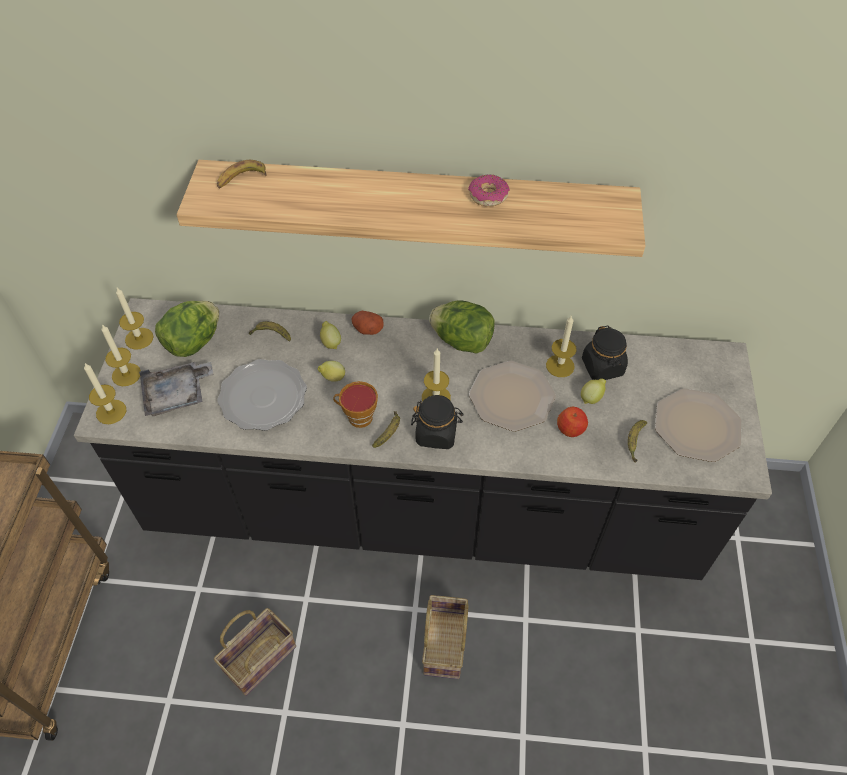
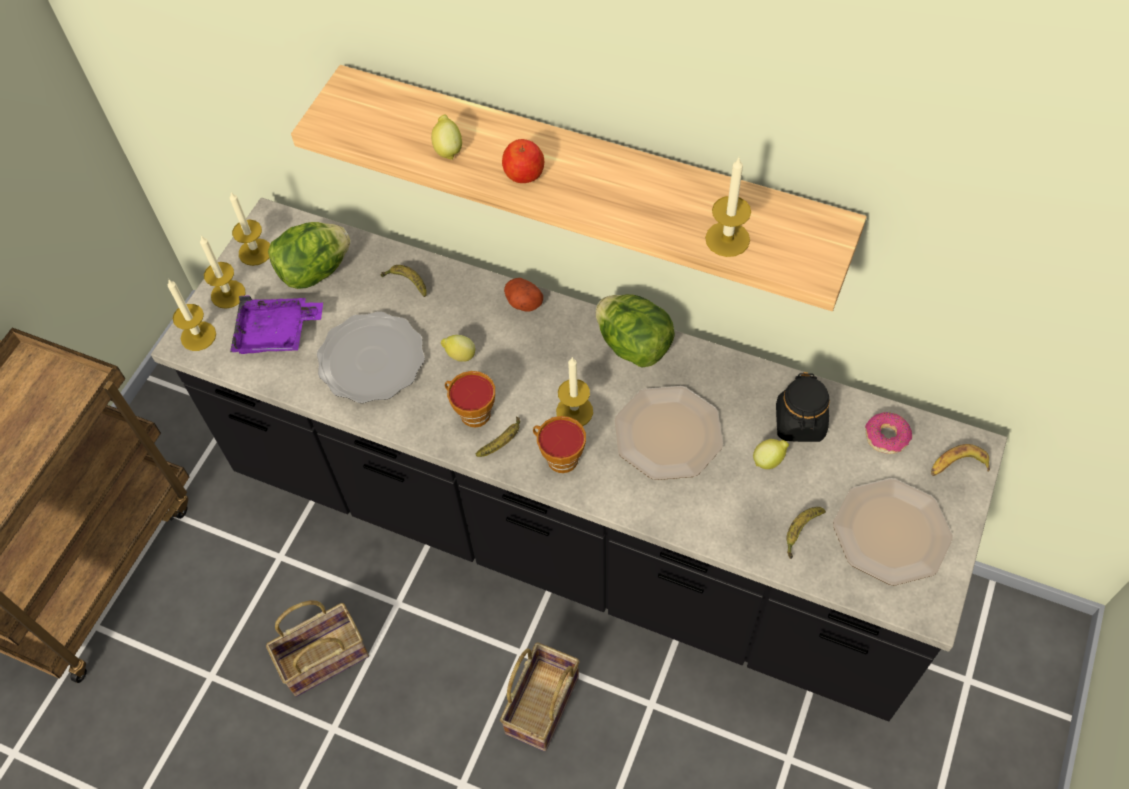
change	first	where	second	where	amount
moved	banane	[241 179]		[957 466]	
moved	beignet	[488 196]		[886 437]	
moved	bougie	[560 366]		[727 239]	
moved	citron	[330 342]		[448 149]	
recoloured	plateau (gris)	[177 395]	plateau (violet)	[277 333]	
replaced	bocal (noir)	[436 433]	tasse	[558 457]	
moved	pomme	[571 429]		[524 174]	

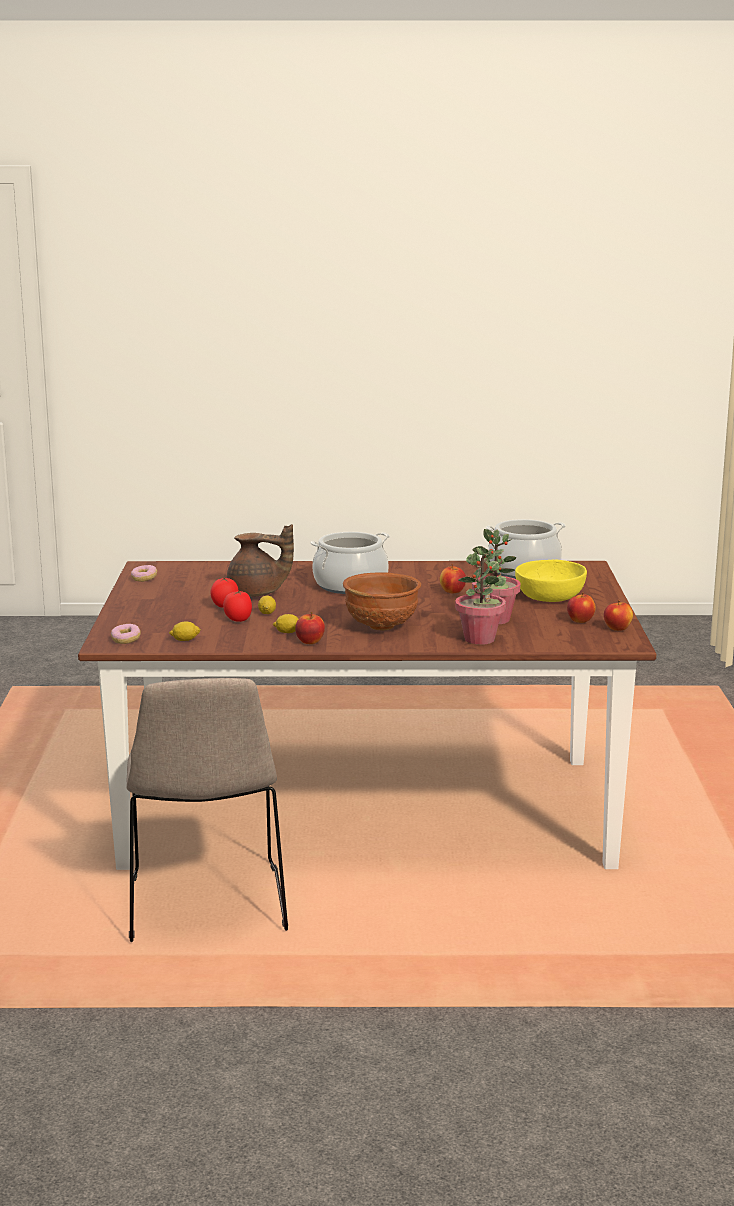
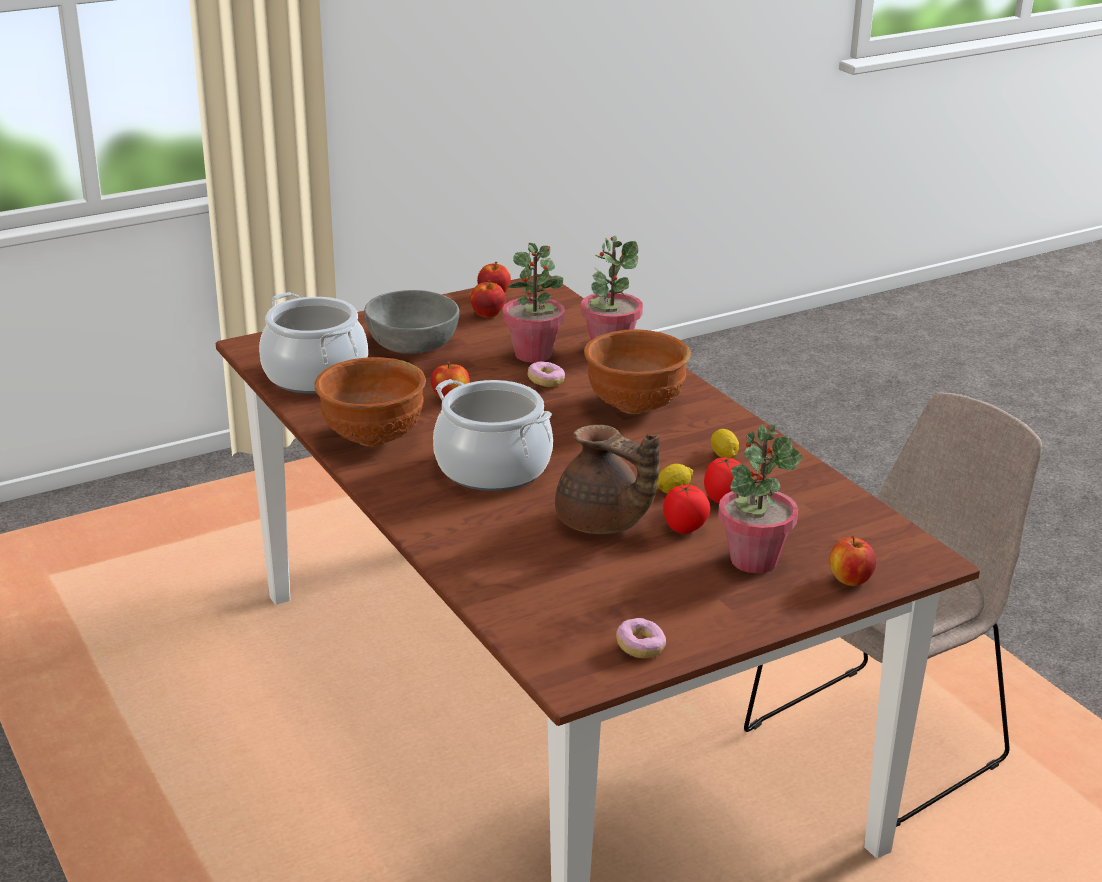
change	first	where	second	where	amount
turned	théière (marron)	[257 593]		[602 524]	150 degrees clockwise
recoloured	bol (jaune)	[549 596]	bol (gris)	[413 343]	
moved	pomme	[310 642]		[850 580]	
removed	citron	[185 640]			
moved	beignet	[126 640]		[546 382]	
added			bol (marron)	[371 438]	
added			plante en pot	[753 560]	

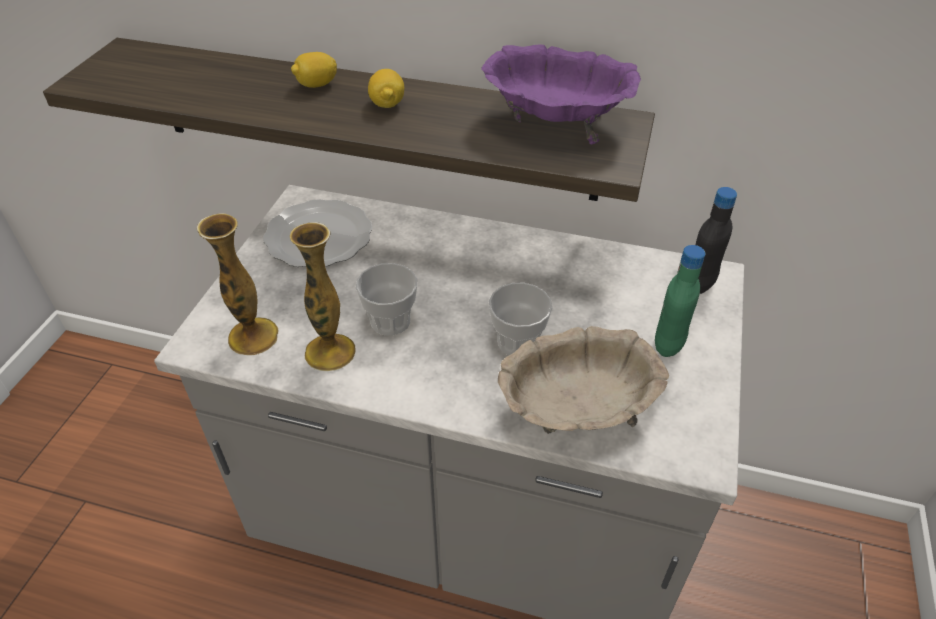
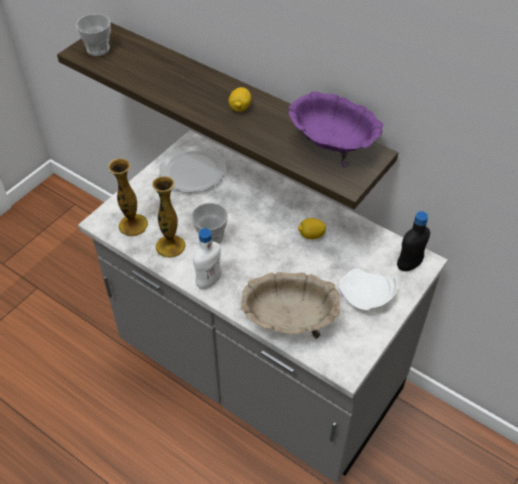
change	first	where	second	where	amount
moved	citron	[316 85]		[311 235]	
replaced	bouteille (vert)	[668 344]	assiette (blanc)	[366 297]	
moved	tasse	[517 342]		[98 49]	
added			bouteille (blanc)	[209 281]	

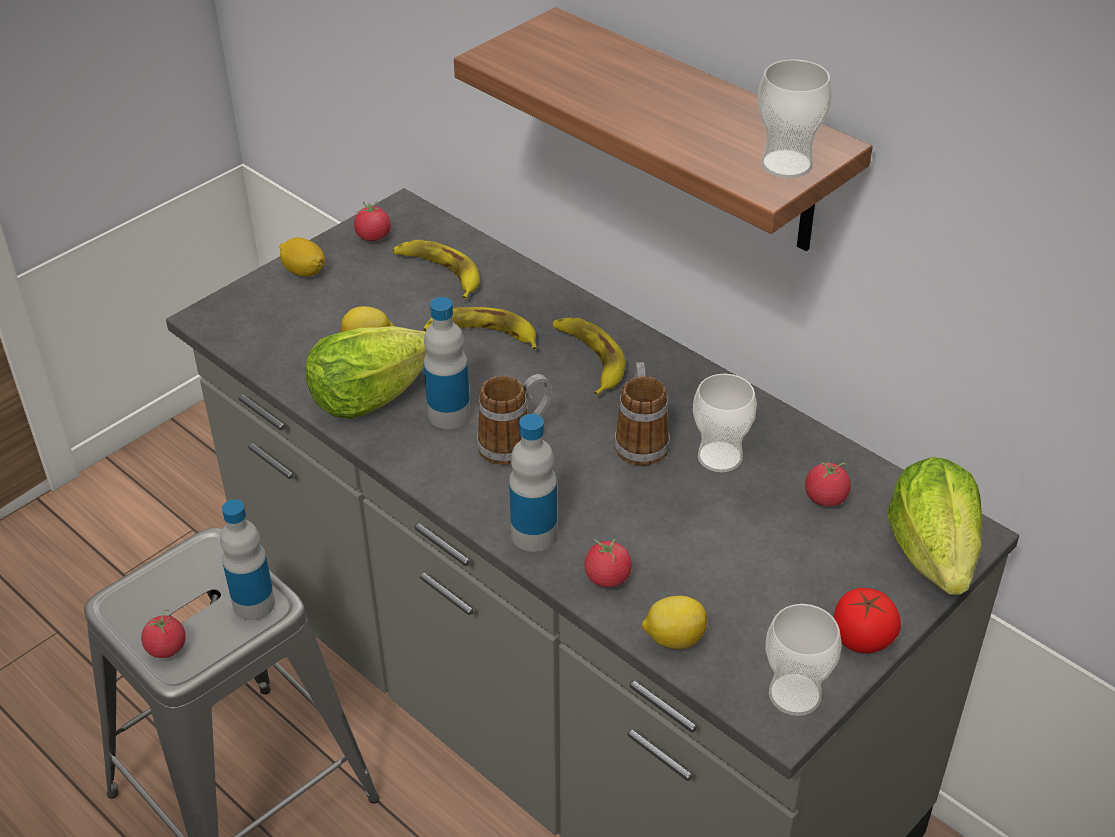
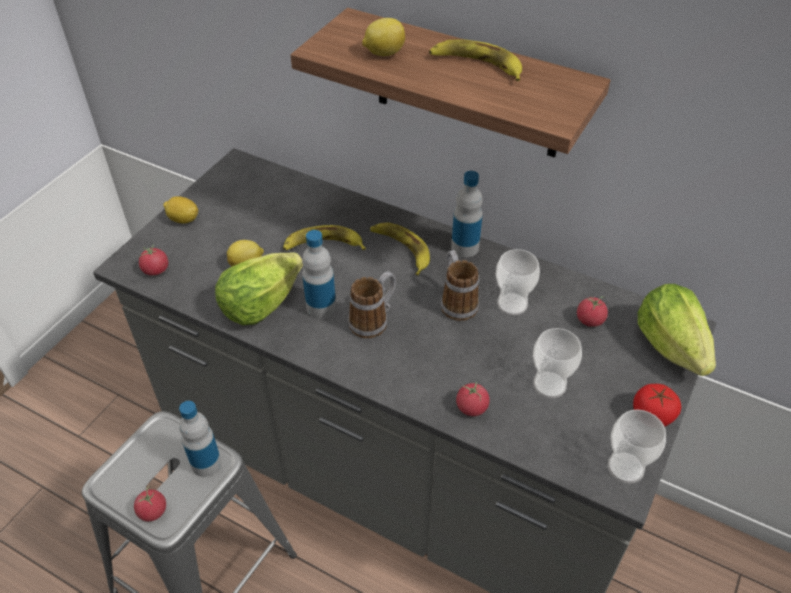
change	first	where	second	where	amount
moved	tasse	[786 164]		[549 384]	
moved	tomate	[373 236]		[156 270]	
moved	banane	[439 272]		[477 65]	
moved	bouteille	[534 534]		[465 247]	
moved	citron	[673 638]		[384 53]	

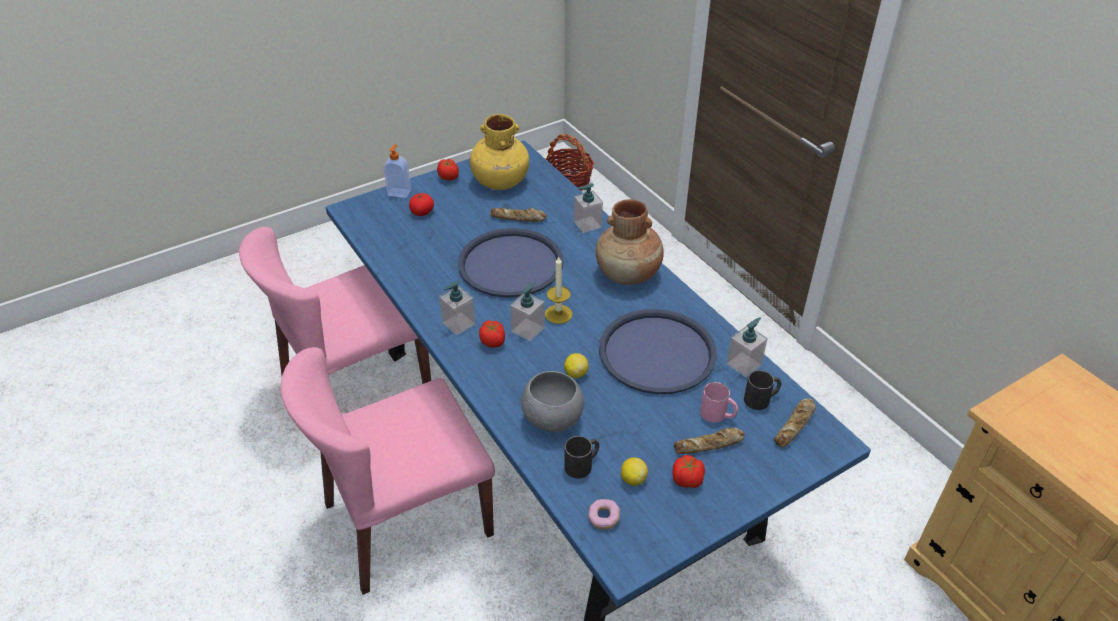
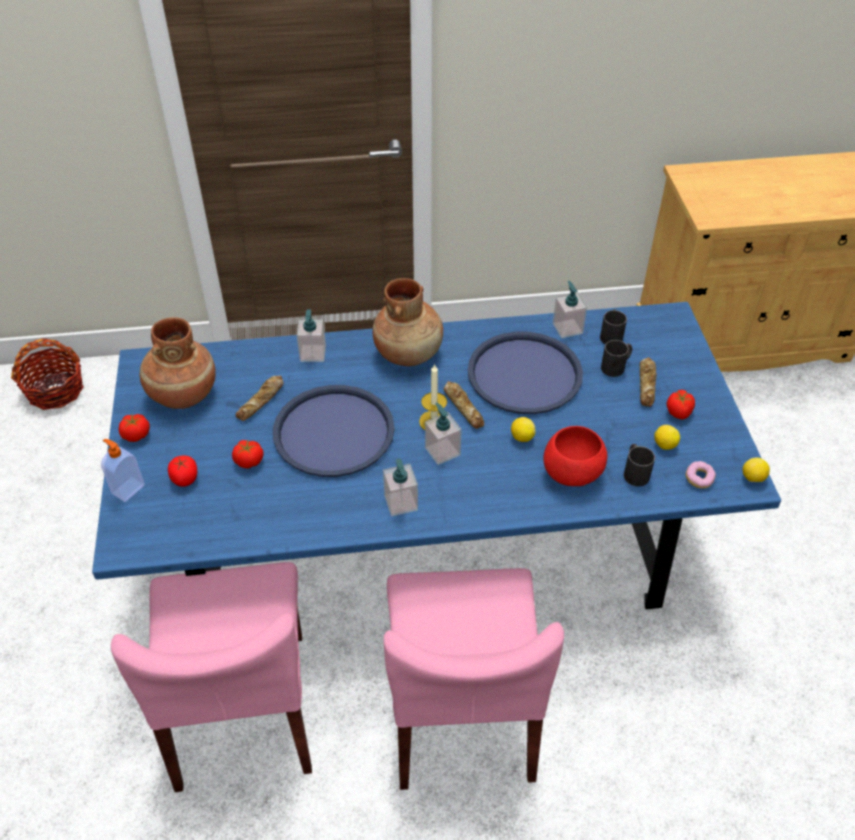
change	first	where	second	where	amount
recoloured	vase (jaune)	[500 181]	vase (marron)	[182 394]	
moved	tomate	[493 342]		[249 461]	
recoloured	bol (gris)	[552 420]	bol (rouge)	[572 474]	
recoloured	mug (rose)	[718 414]	mug (noir)	[616 366]	
moved	pain	[795 426]		[464 407]	
added			citron	[752 478]	

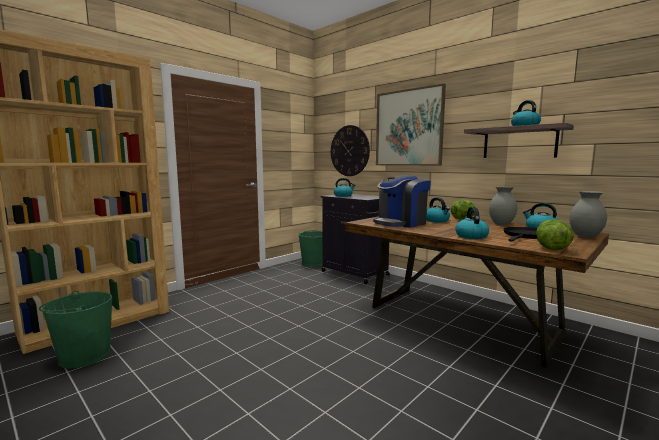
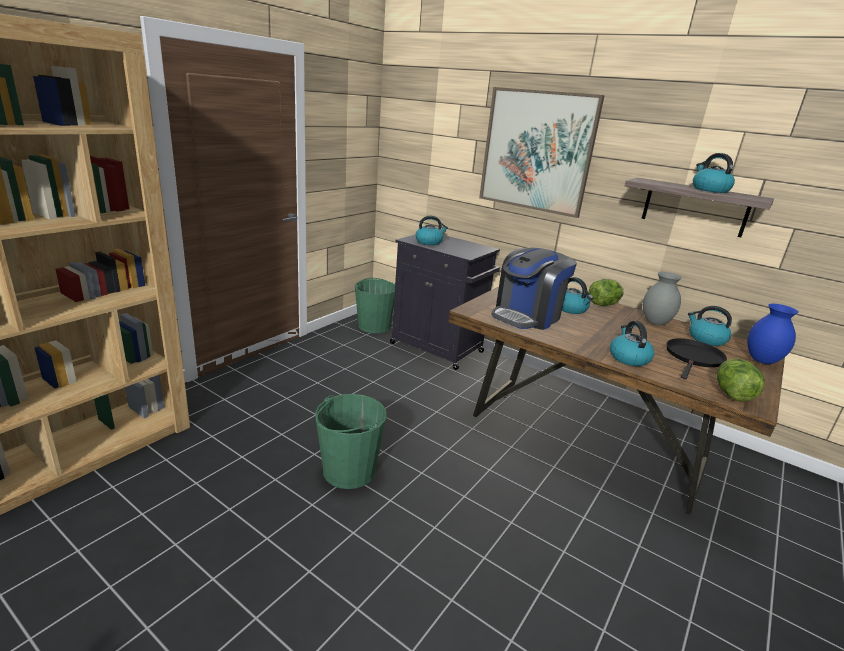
change	first	where	second	where	amount
removed	horloge murale	[349 151]			
recoloured	vase (gris)	[584 237]	vase (bleu)	[761 360]	
moved	seau (vert)	[84 356]		[348 470]	

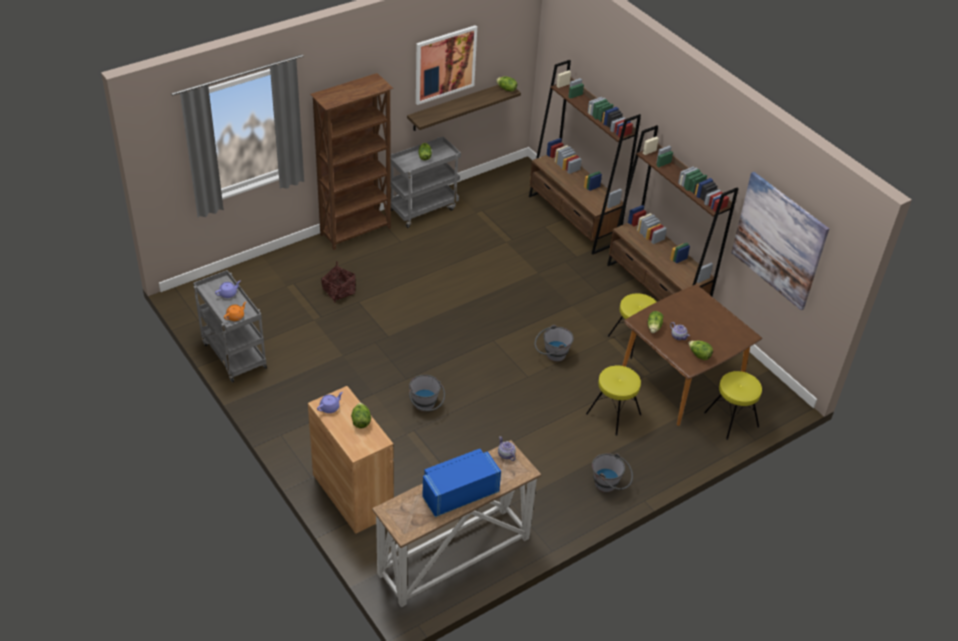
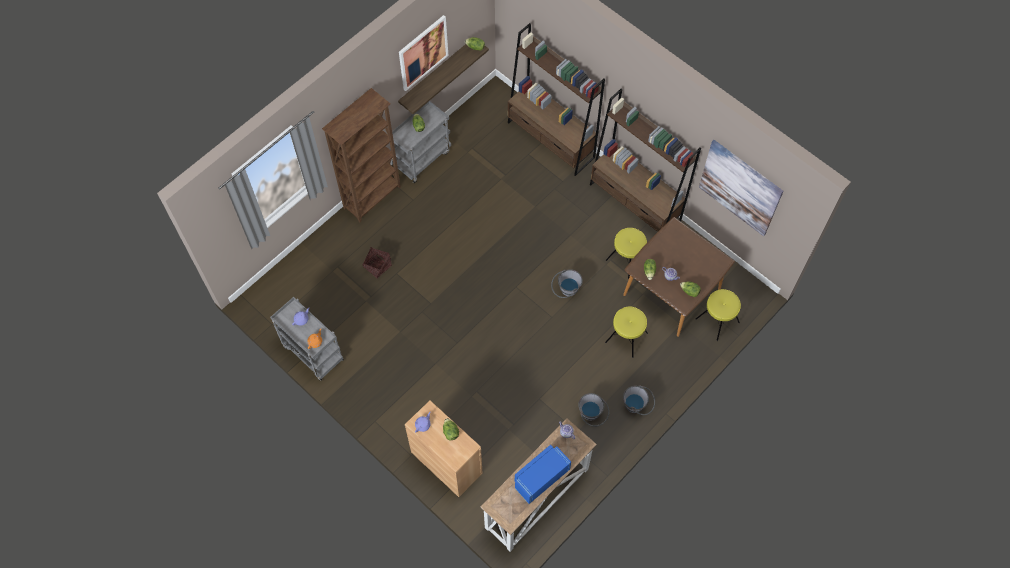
change	first	where	second	where	amount
moved	seau (gris)	[425 407]		[592 415]	

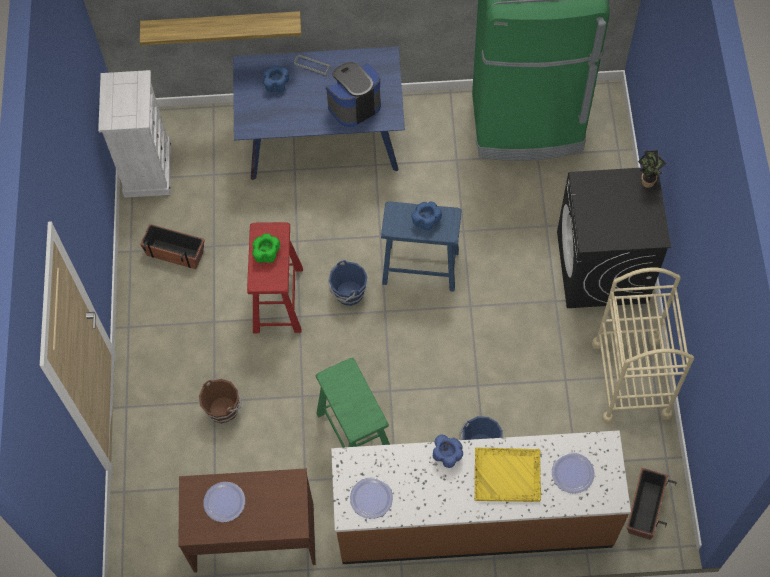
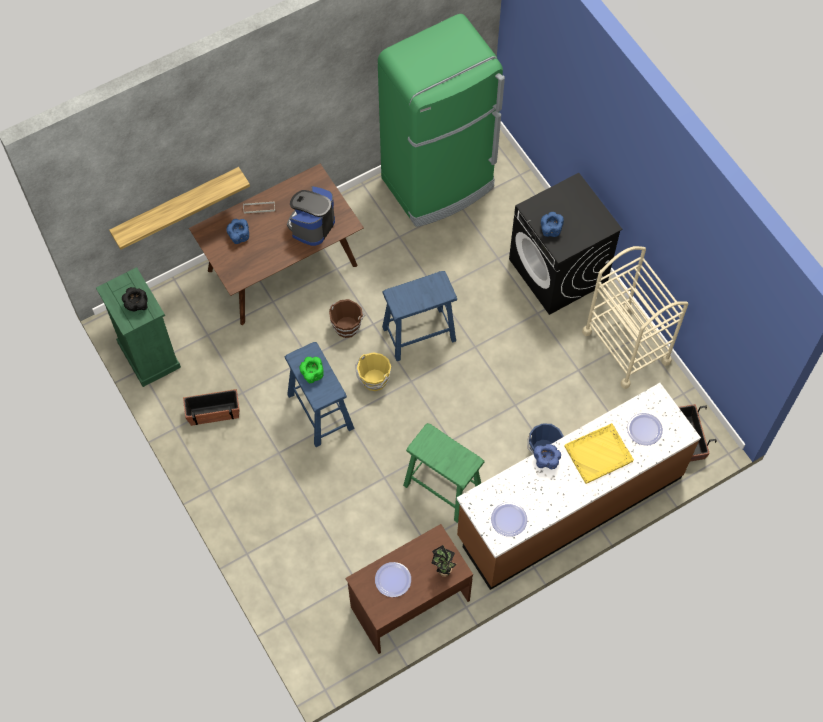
change	first	where	second	where	amount
recoloured	table à manger (bleu)	[322 141]	table à manger (marron)	[282 269]	
recoloured	commode (blanc)	[147 169]	commode (vert)	[148 355]	
moved	plante en pot	[647 180]		[443 569]	
moved	bol (bleu)	[426 220]		[550 229]	
recoloured	tabouret (rouge)	[278 300]	tabouret (bleu)	[320 412]	
recoloured	seau (bleu)	[348 293]	seau (jaune)	[374 380]	
moved	seau (marron)	[223 408]		[347 326]	
added			bol (noir)	[136 305]	

